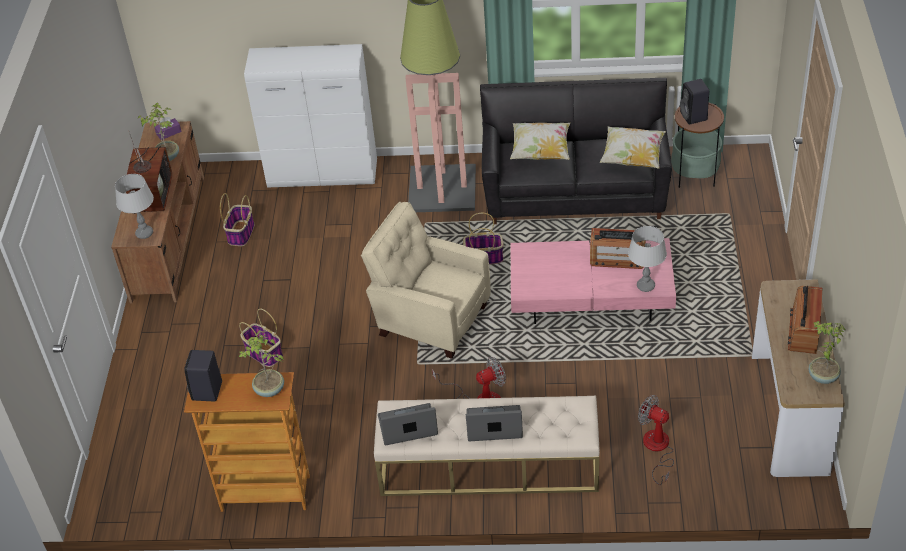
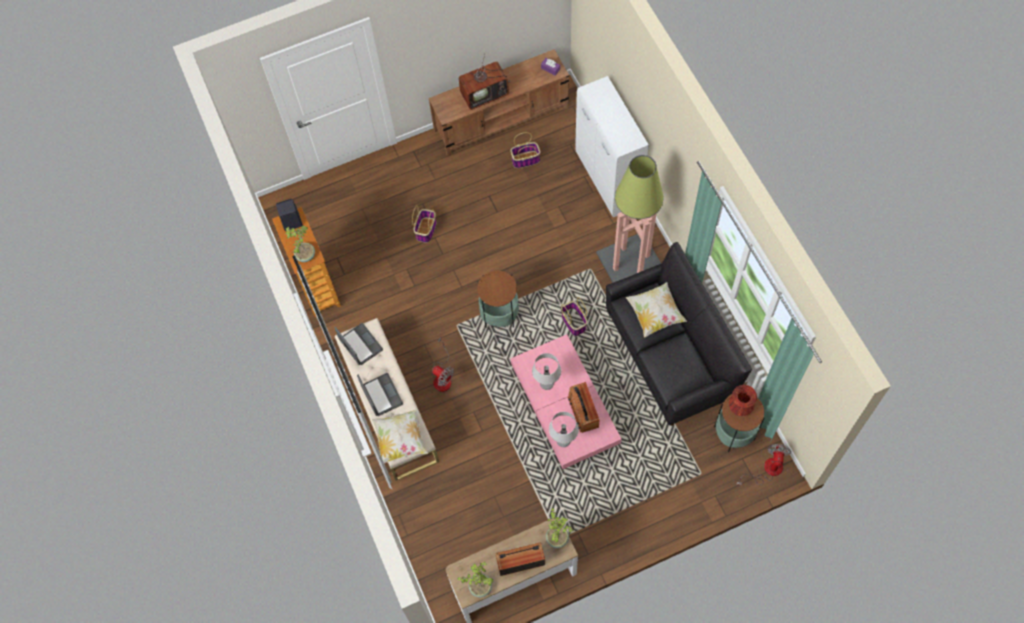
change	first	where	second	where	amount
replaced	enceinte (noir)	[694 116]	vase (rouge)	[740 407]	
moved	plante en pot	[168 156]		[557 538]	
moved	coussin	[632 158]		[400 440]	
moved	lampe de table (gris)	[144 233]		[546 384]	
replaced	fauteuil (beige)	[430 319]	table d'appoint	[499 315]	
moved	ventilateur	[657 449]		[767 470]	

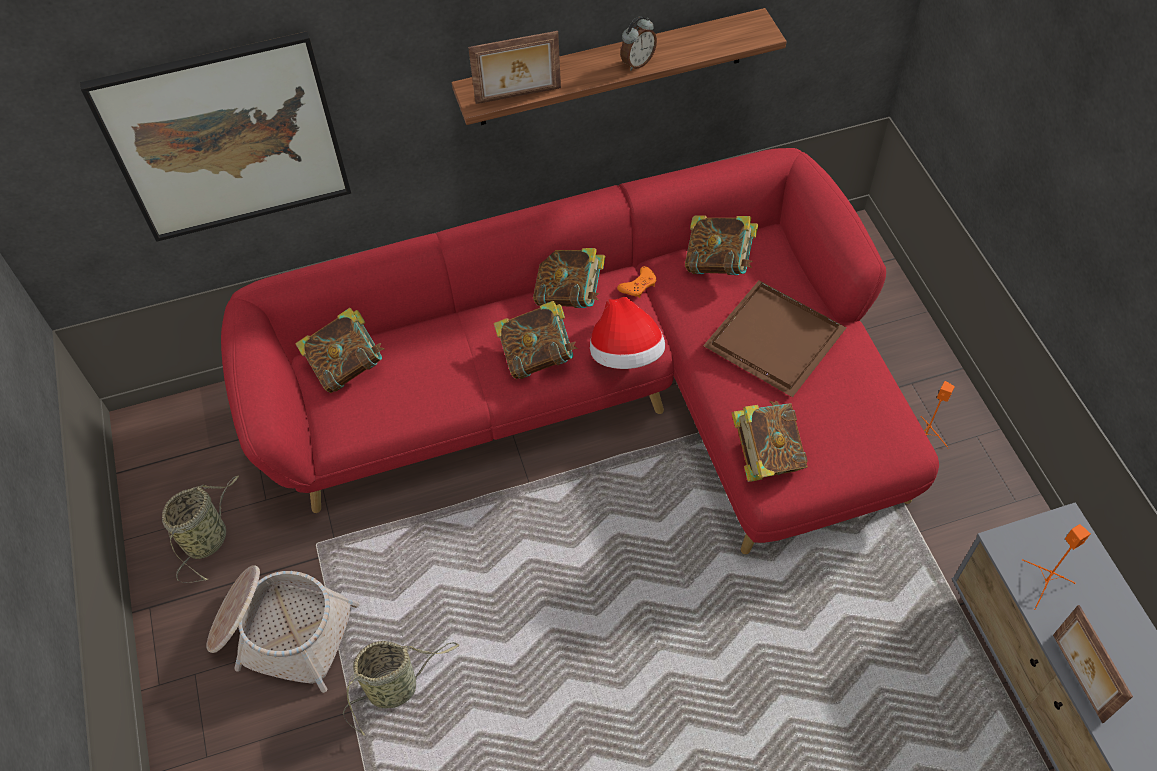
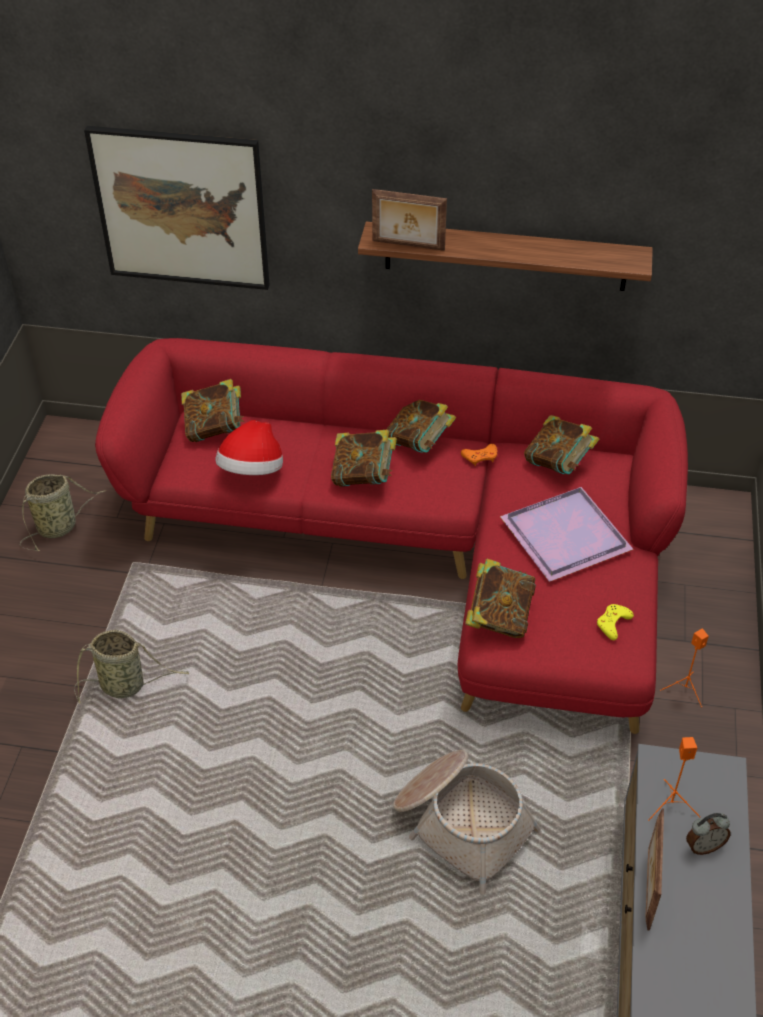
change	first	where	second	where	amount
moved	réveil	[637 62]		[703 846]	
recoloured	plateau (marron)	[771 340]	plateau (violet)	[562 535]	
moved	chapeau	[626 354]		[252 471]	
moved	panier	[282 632]		[461 823]	
added			manette (jaune)	[613 623]	

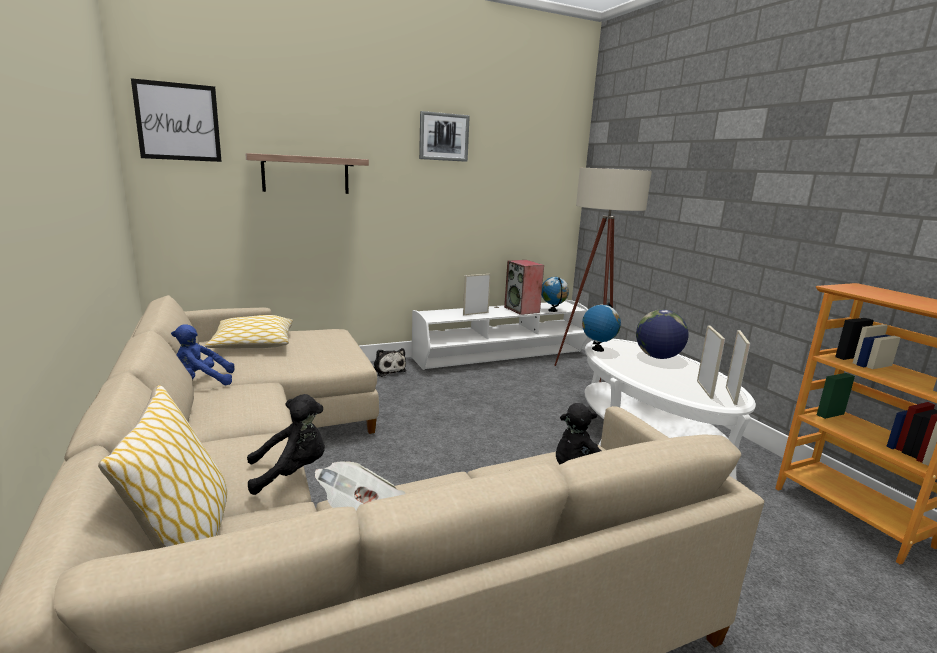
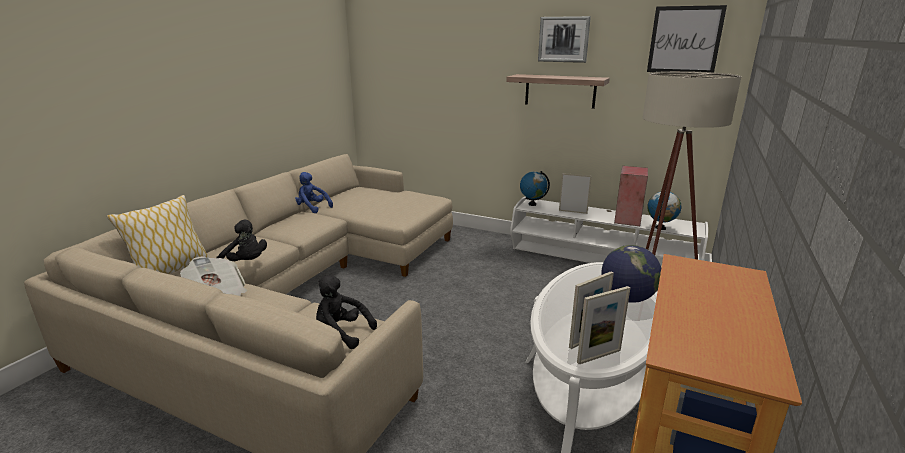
change	first	where	second	where	amount
moved	tableau	[178 122]		[684 40]	
moved	étagère	[306 174]		[560 91]	
moved	globe	[597 349]		[532 204]	
removed	coussin	[253 344]			
removed	peluche	[387 370]			

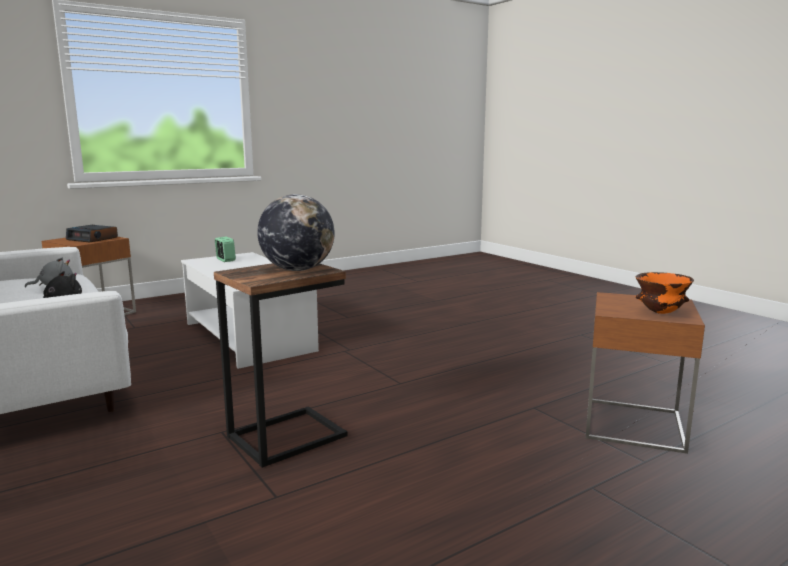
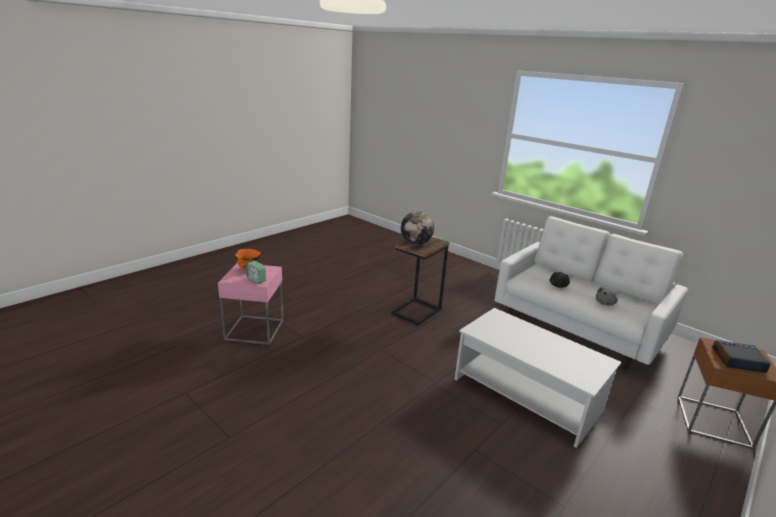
change	first	where	second	where	amount
moved	réveil	[225 260]		[256 280]	
recoloured	table d'appoint (marron)	[633 424]	table d'appoint (rose)	[255 330]	

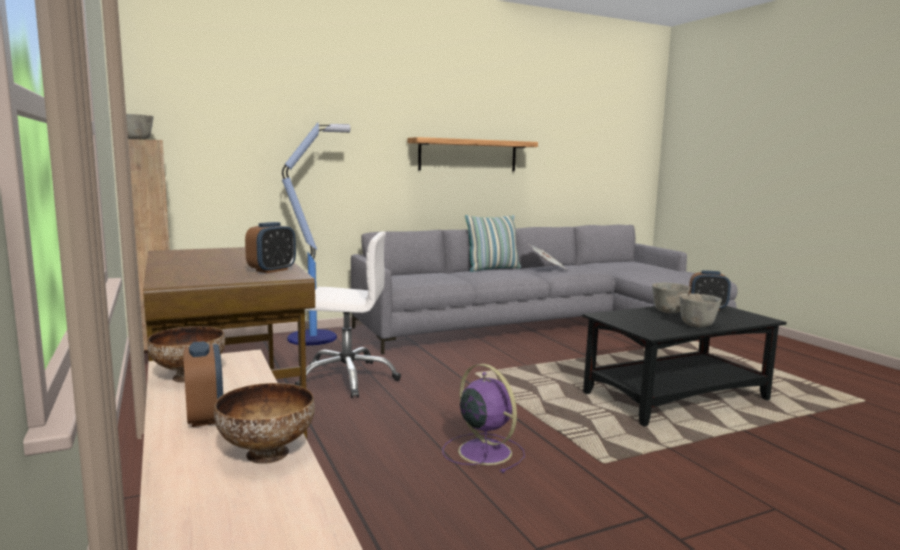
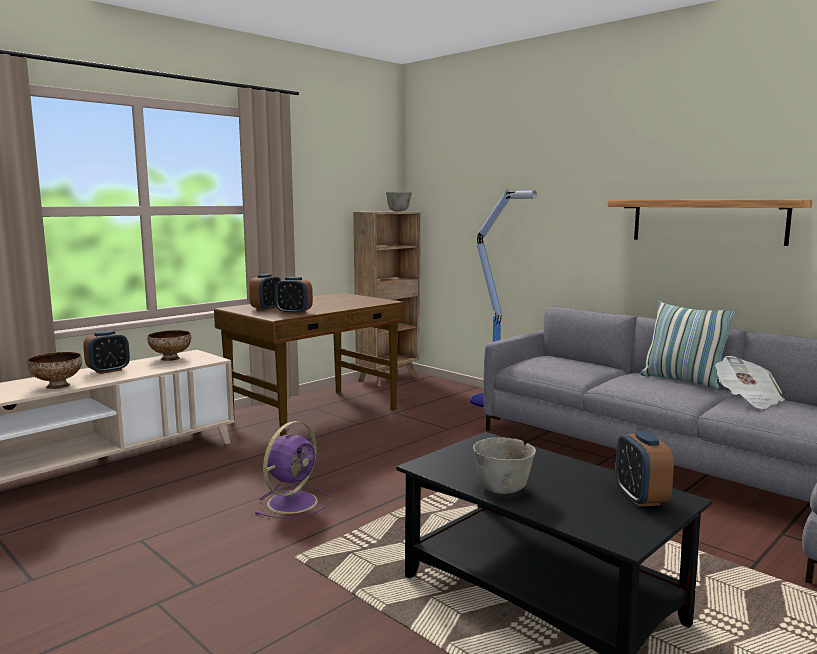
change	first	where	second	where	amount
removed	chaise de bureau (blanc)	[347 378]			
removed	bol (gris)	[669 312]			
added			réveil	[266 308]	

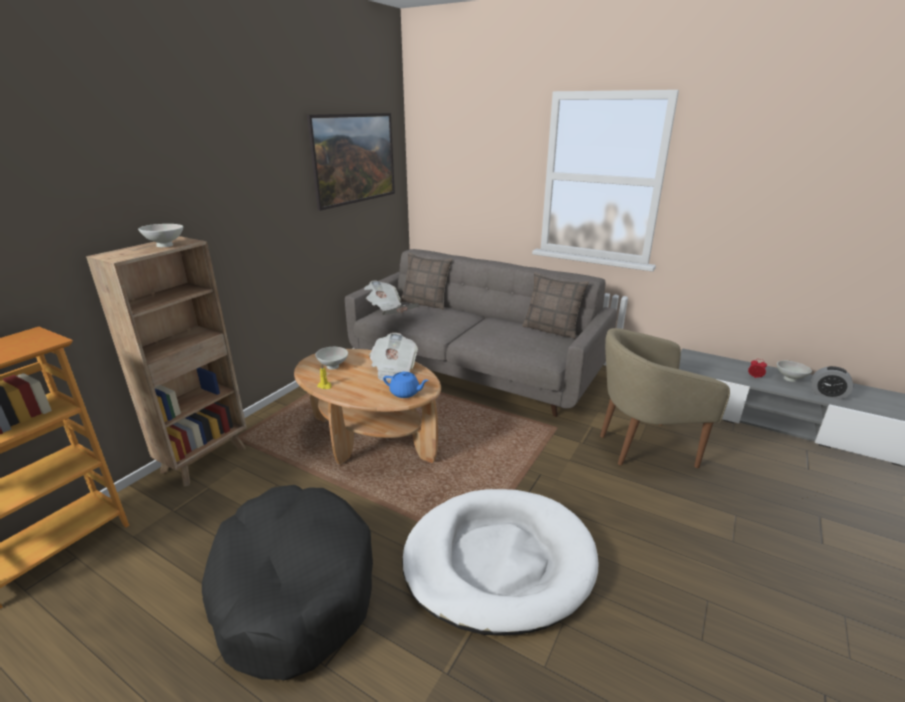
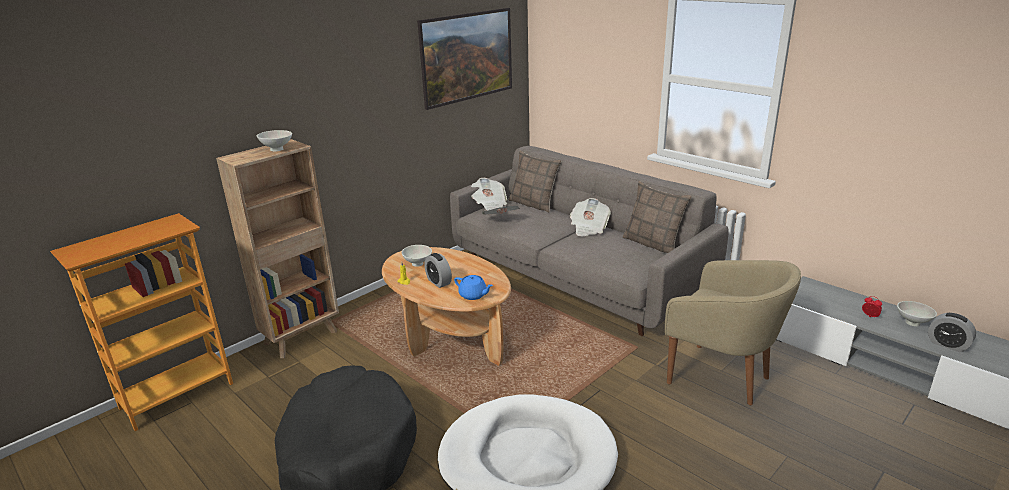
change	first	where	second	where	amount
turned	fauteuil (beige)	[643 447]		[721 377]	150 degrees counterclockwise
moved	journal	[393 369]		[588 228]	
added			réveil	[438 282]	

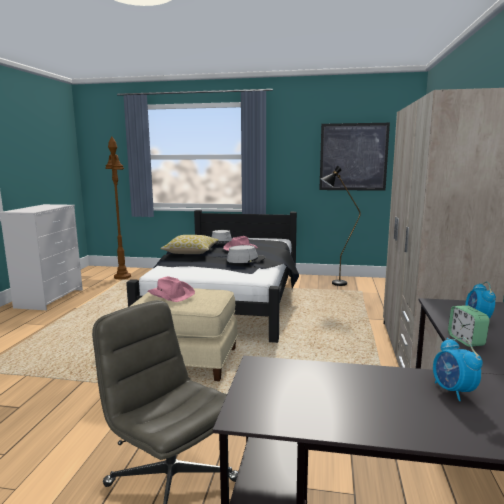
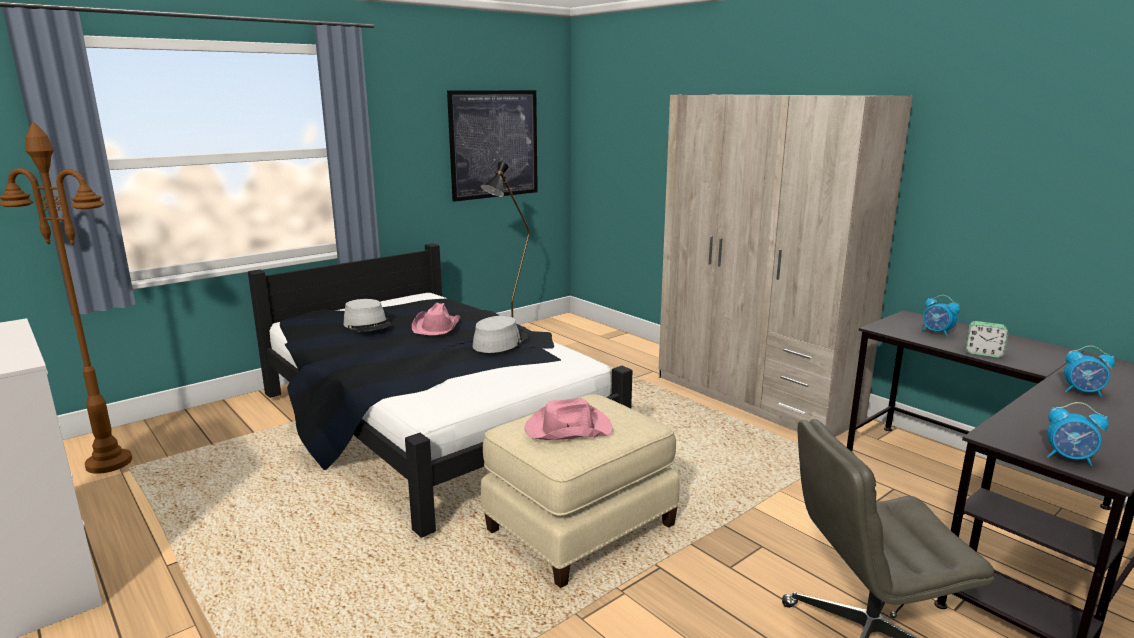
change	first	where	second	where	amount
removed	coussin	[191 252]			
added			réveil	[1069 458]	

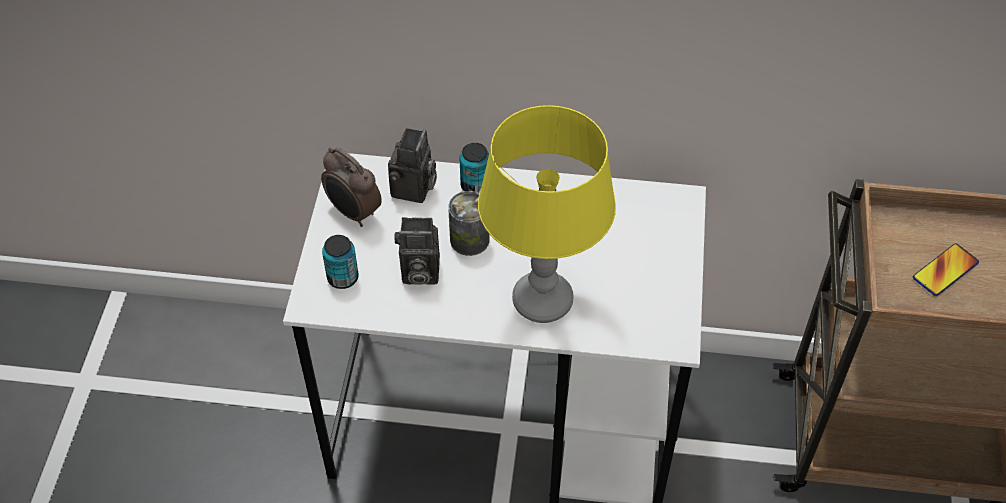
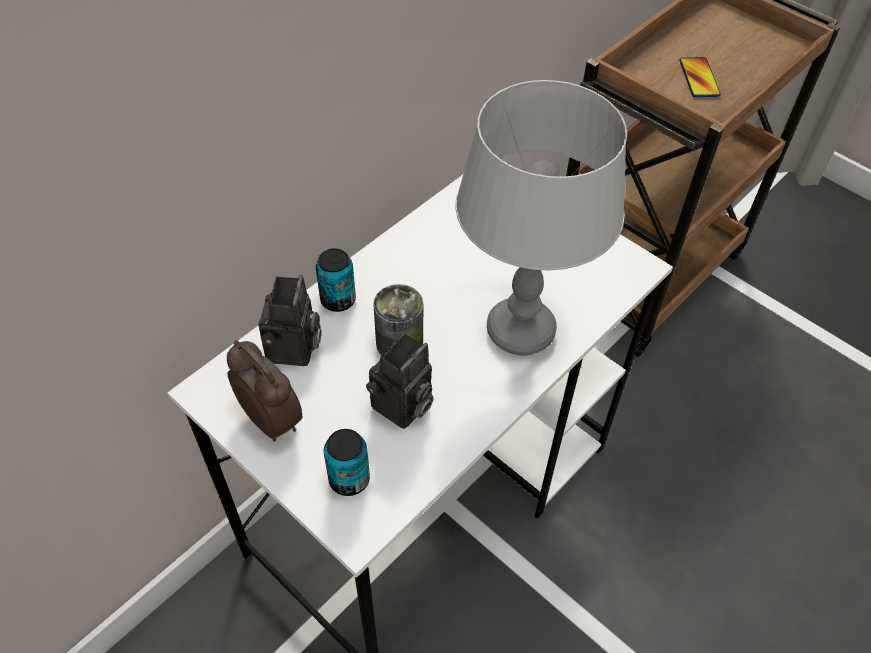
change	first	where	second	where	amount
recoloured	lampe de table (jaune)	[542 301]	lampe de table (gris)	[521 331]	
turned	appareil photo	[414 190]		[294 350]	45 degrees clockwise
turned	réveil	[353 213]		[272 419]	120 degrees counterclockwise

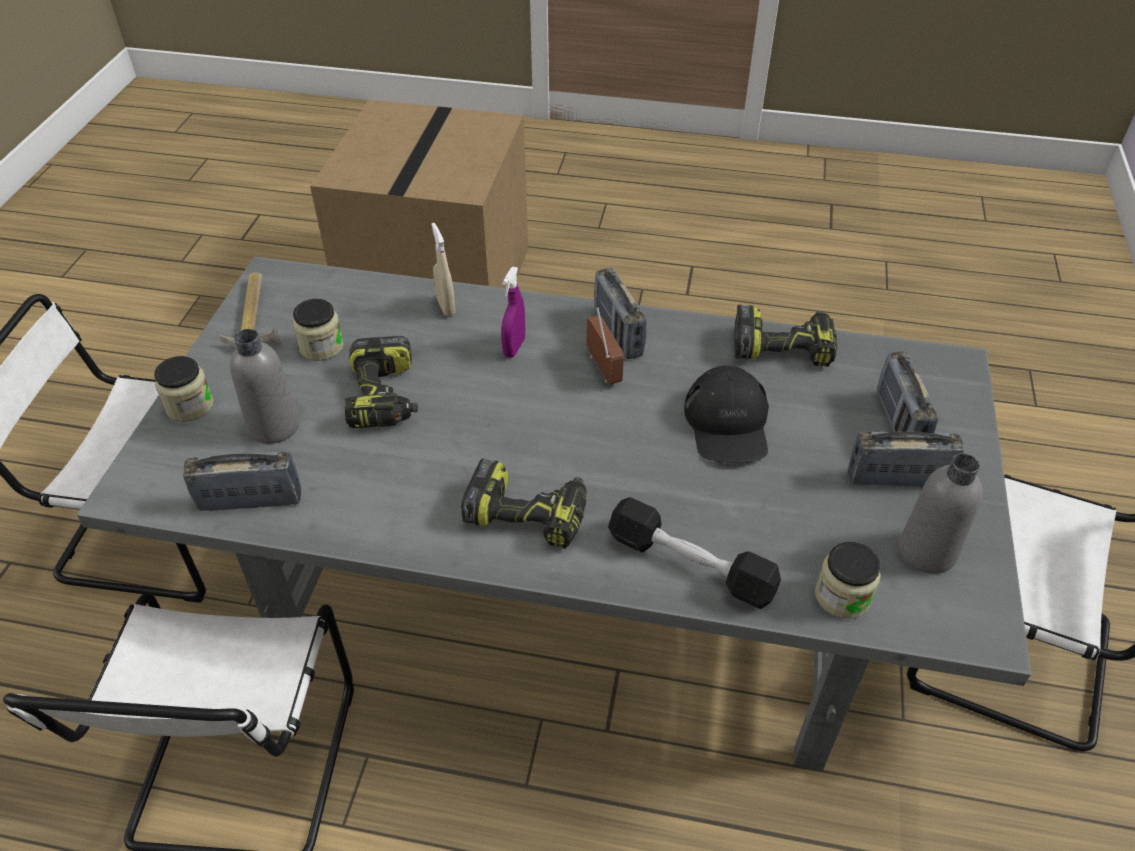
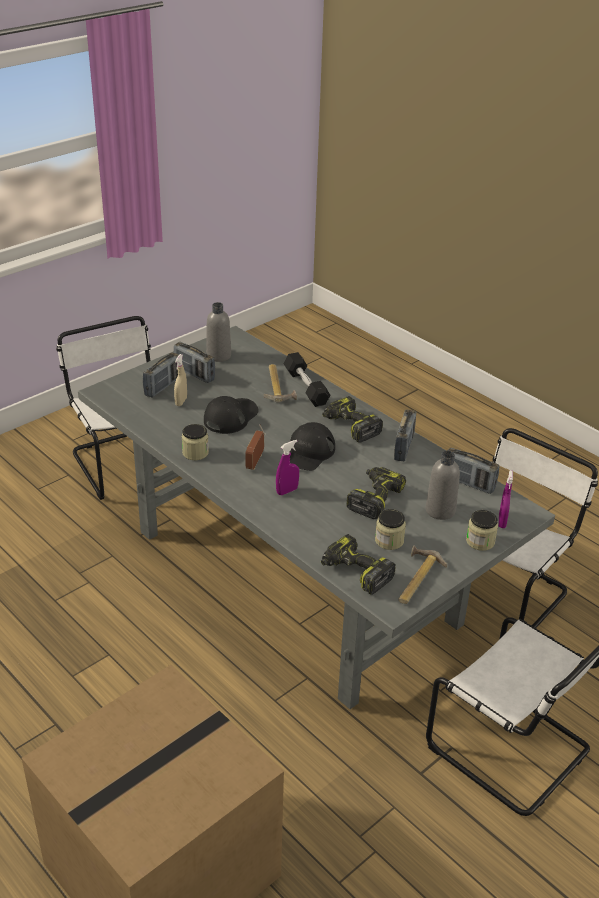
change	first	where	second	where	amount
moved	vaporisateur (beige)	[446 307]		[181 401]	
moved	radio	[618 333]		[403 447]	
moved	perceuse	[783 346]		[355 572]	
moved	bocal	[842 596]		[195 453]	
added			marteau	[278 386]	
added			casquette (noir)	[308 453]	
added			vaporisateur (violet)	[502 522]	

